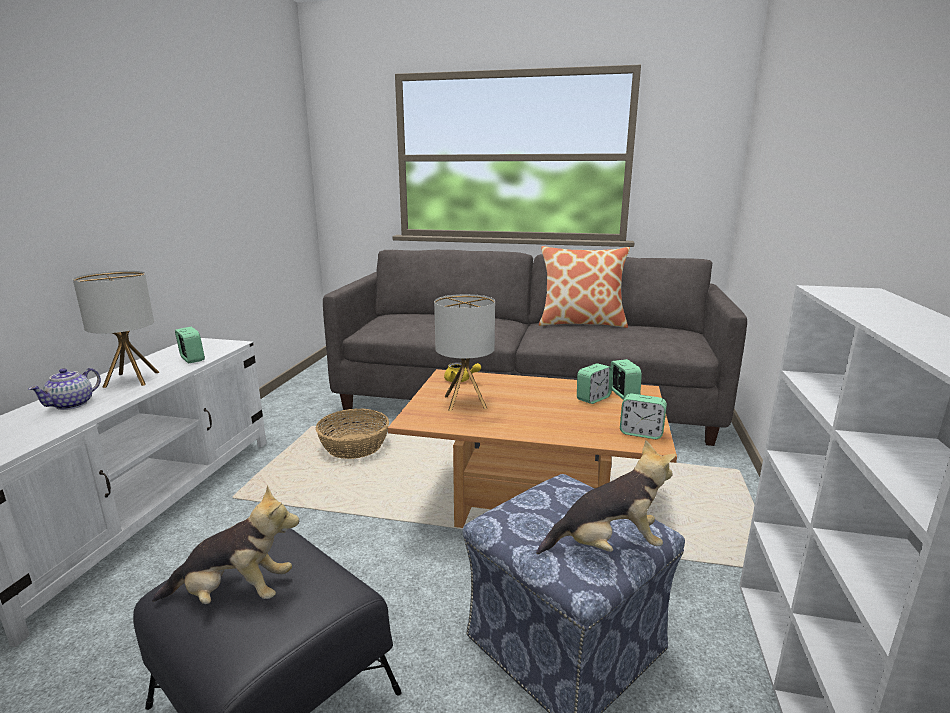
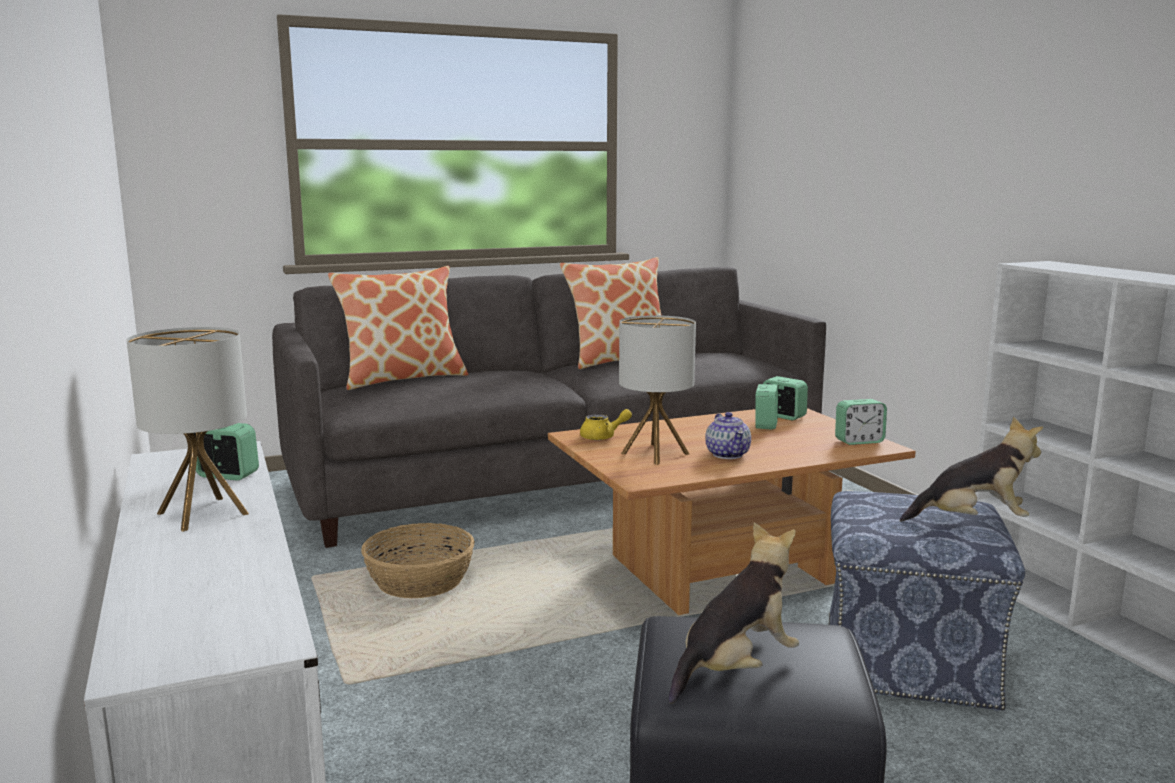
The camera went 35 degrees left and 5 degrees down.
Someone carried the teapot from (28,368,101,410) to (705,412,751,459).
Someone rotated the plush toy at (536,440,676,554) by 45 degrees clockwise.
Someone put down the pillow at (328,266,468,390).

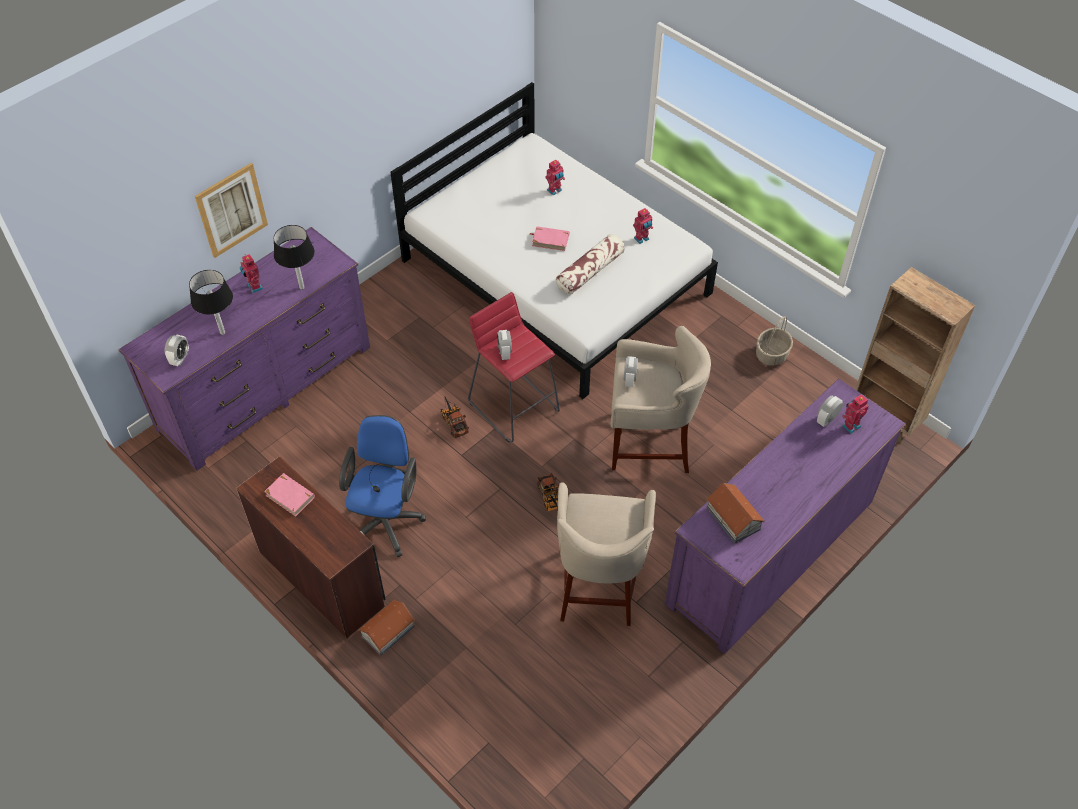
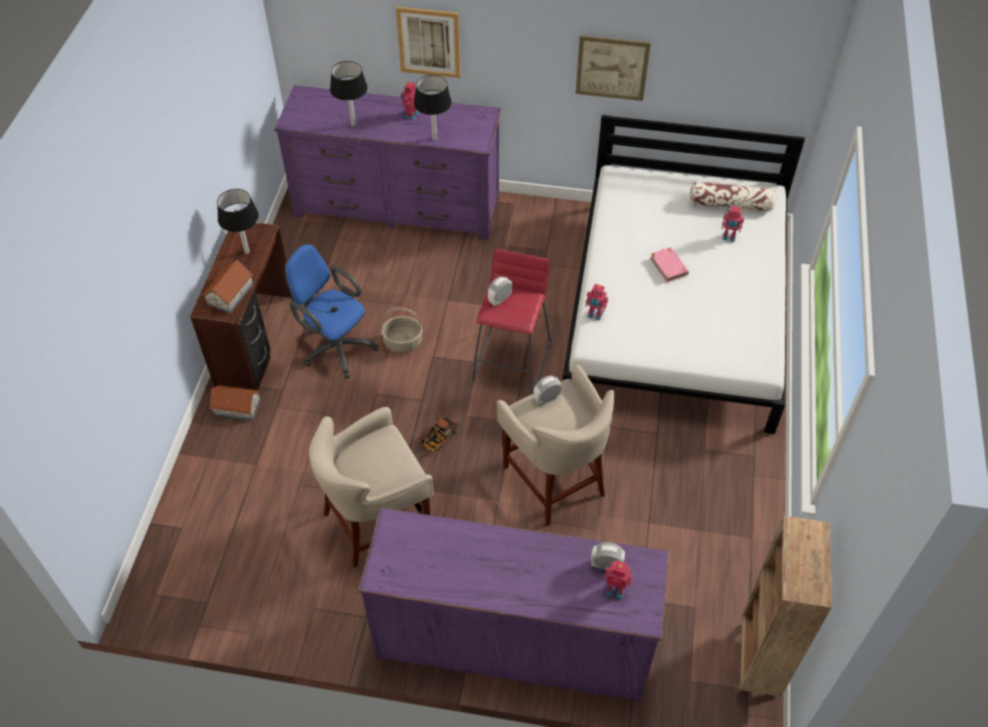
The camera went 55 degrees right and 0 degrees up.
Someone took away the alarm clock at (165,335,189,366).
Someone swapped the pink book at (264,473,315,517) for the black table lamp at (217,189,259,254).
Someone rotated the blue office chair at (339,415,426,557) by 120 degrees counterclockwise.
Someone took away the toy truck at (441,397,469,438).
Someone carried the pillow from (556,234,625,294) to (690,182,776,212).
Someone carried the toy robot from (633,208,653,244) to (585,284,608,321).
Someone carried the toy house from (706,483,765,544) to (202,260,254,313).
Someone carried the basket from (756,317,793,366) to (381,308,423,353).
Someone put up the picture at (576,35,651,101).

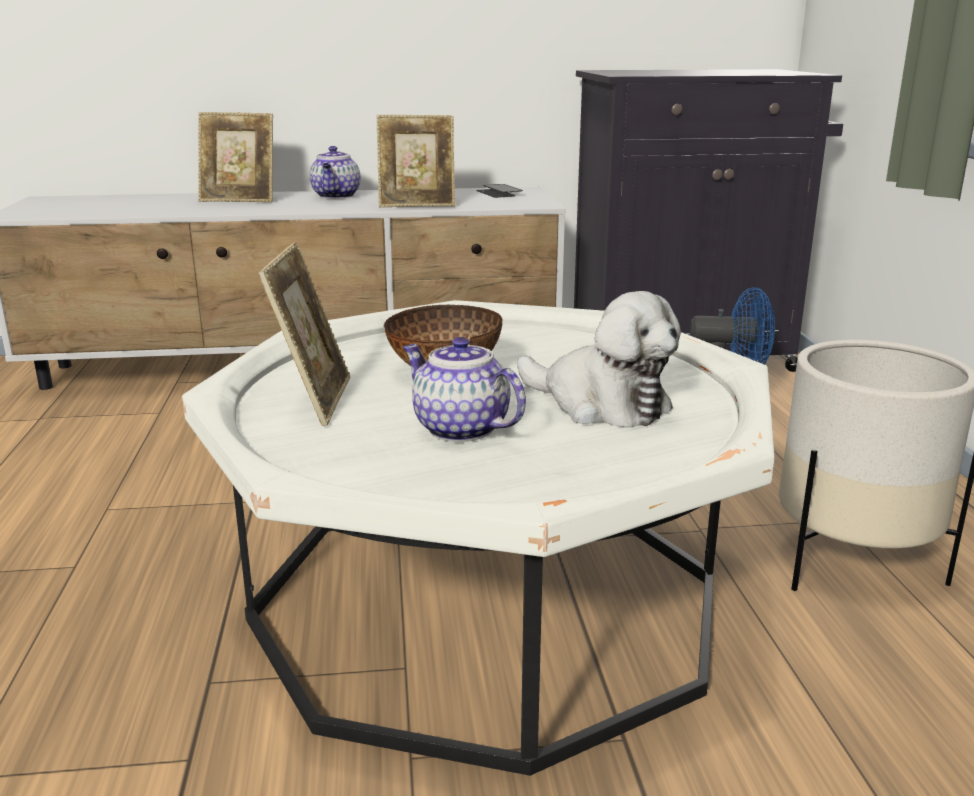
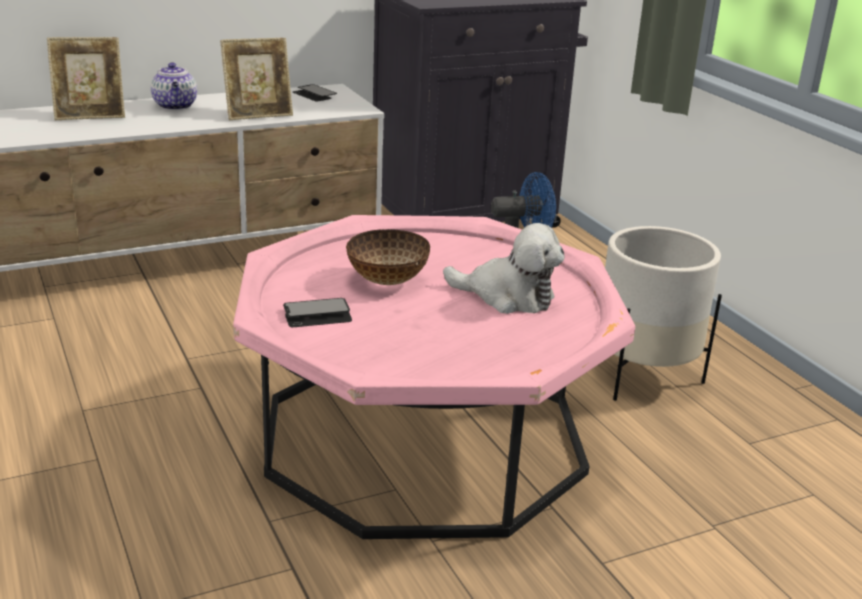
The camera went 20 degrees left and 5 degrees up.
Someone repainted the white coffee table at (182,300,775,776), which became the pink coffee table at (233,215,635,539).
Someone swapped the picture frame at (258,242,350,426) for the phone at (283,298,352,328).
Someone took away the teapot at (403,337,526,442).

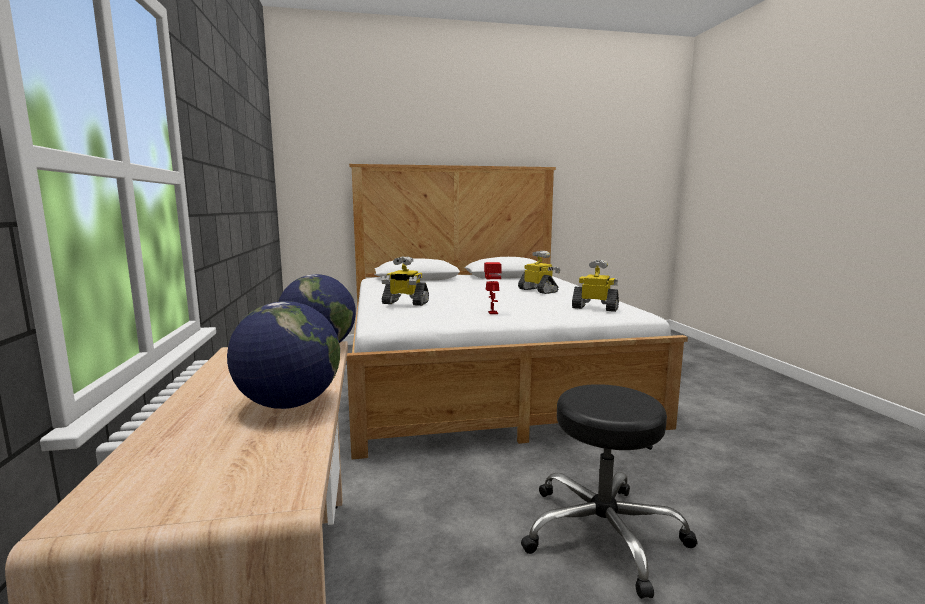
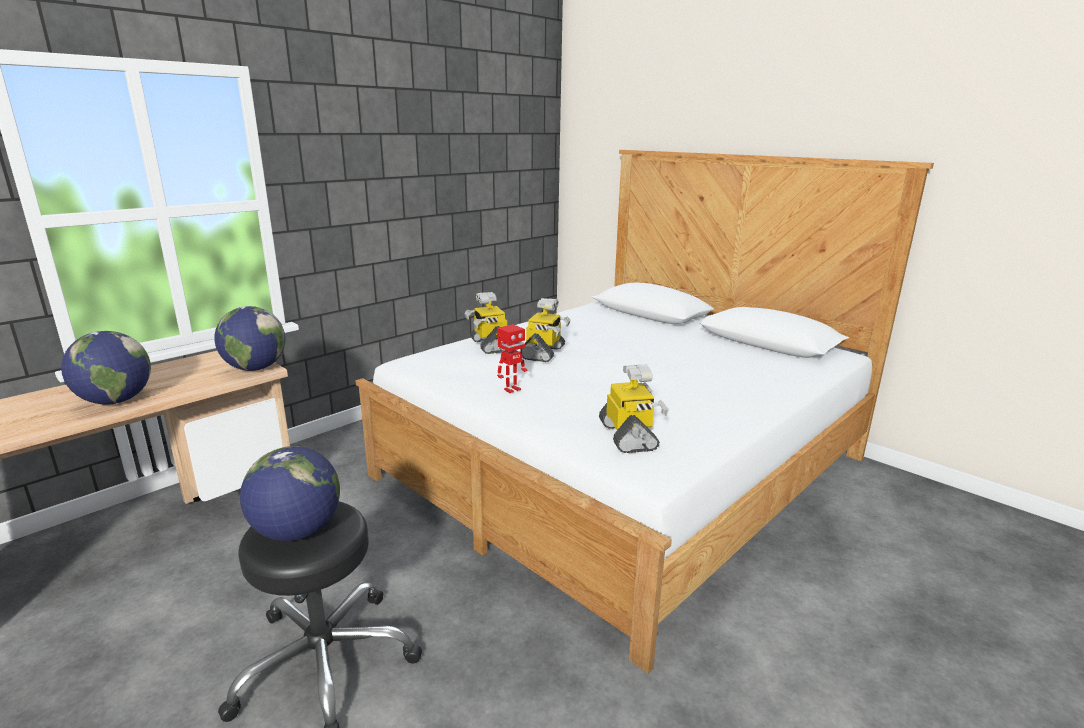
The camera went 55 degrees right and 10 degrees up.
Someone carried the toy robot from (518,251,560,294) to (520,298,570,362).
Someone put down the globe at (240,446,340,541).

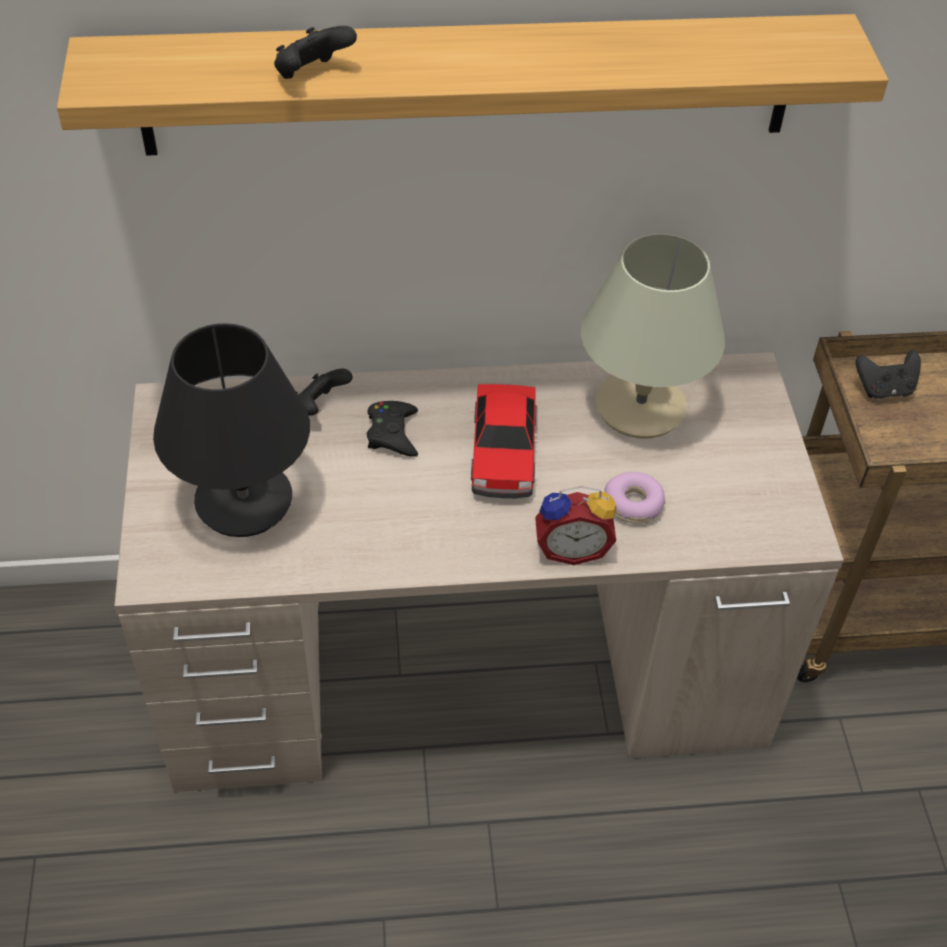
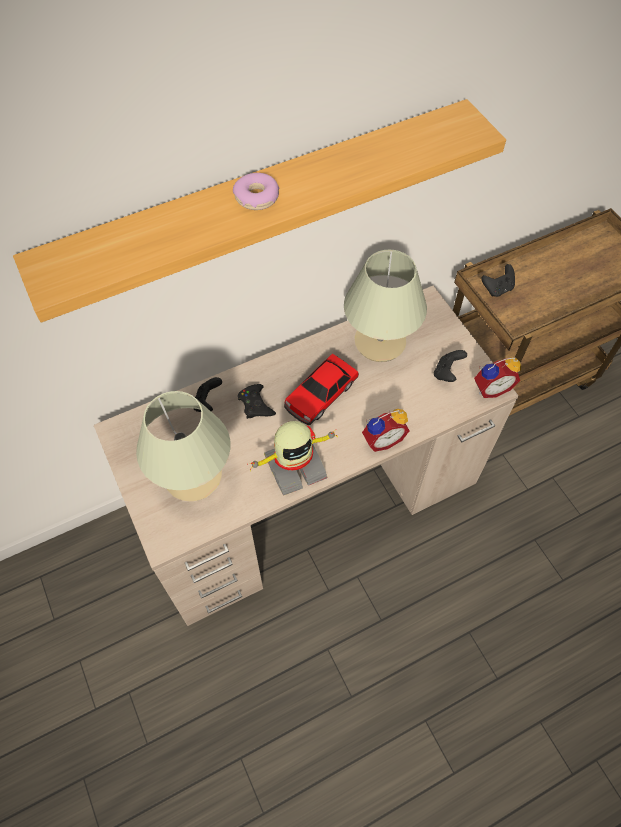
The camera went 20 degrees left and 10 degrees up.
Someone repainted the black table lamp at (153,323,310,537), which became the beige table lamp at (136,391,231,501).
Someone carried the black game controller from (274,26,357,79) to (434,350,467,382).
Someone rotated the toy car at (471,384,536,498) by 60 degrees clockwise.
Someone carried the donut from (604,472,666,524) to (233,173,279,210).
Someone put down the toy robot at (247,421,338,496).
Someone put down the alarm clock at (474,357,521,398).

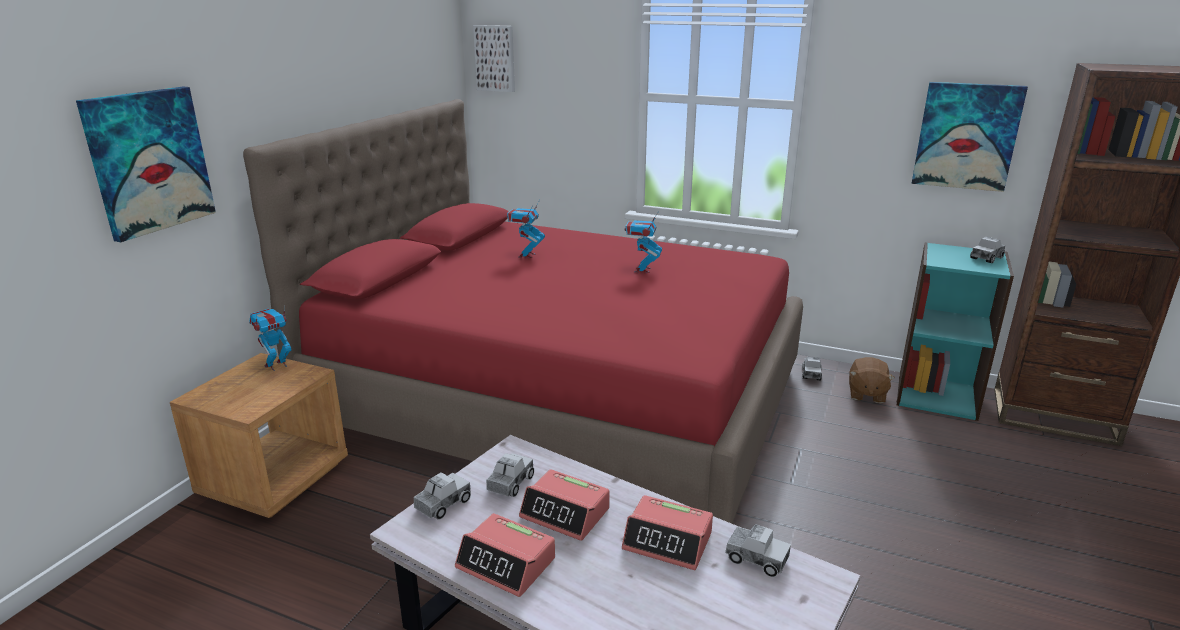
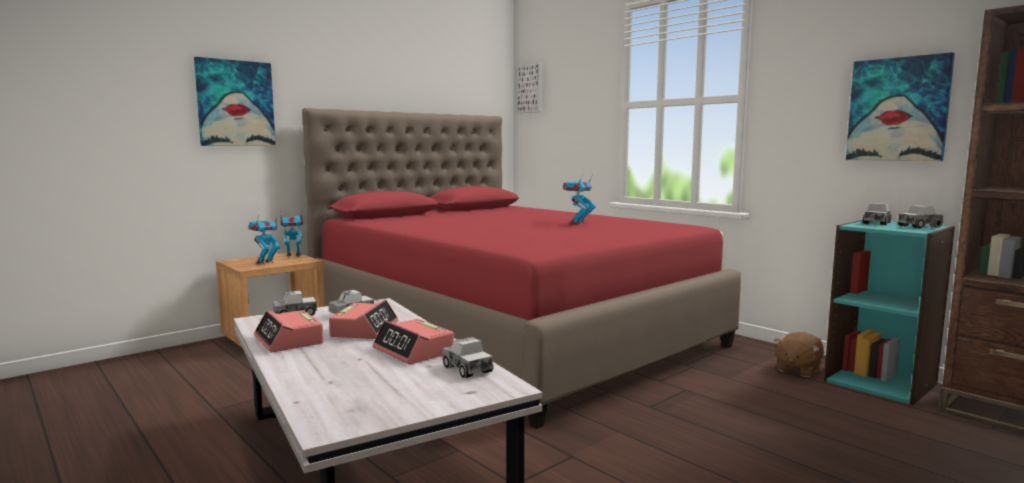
The camera went 25 degrees right and 15 degrees down.
Someone carried the toy robot from (507,200,545,258) to (248,213,280,264).
Someone rotated the alarm clock at (519,469,610,541) by 135 degrees counterclockwise.
Someone carried the toy truck from (802,357,822,380) to (862,203,892,225).

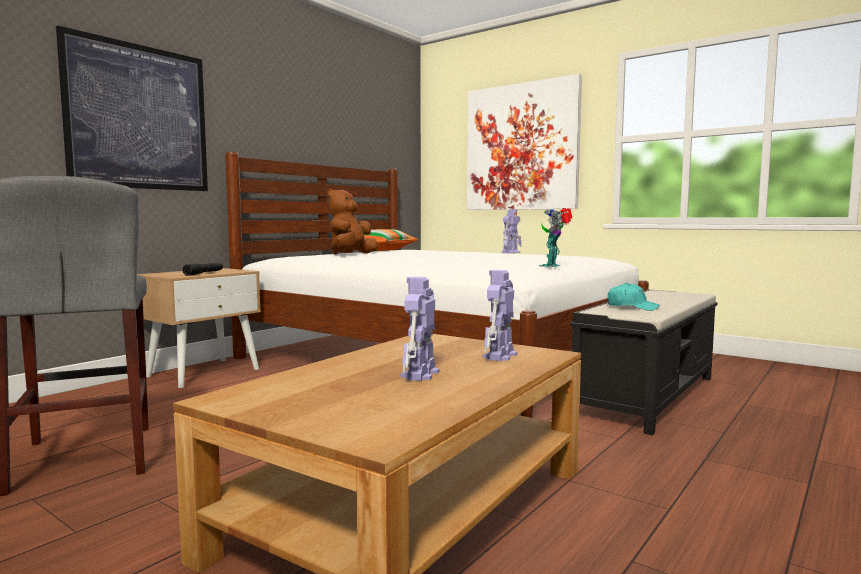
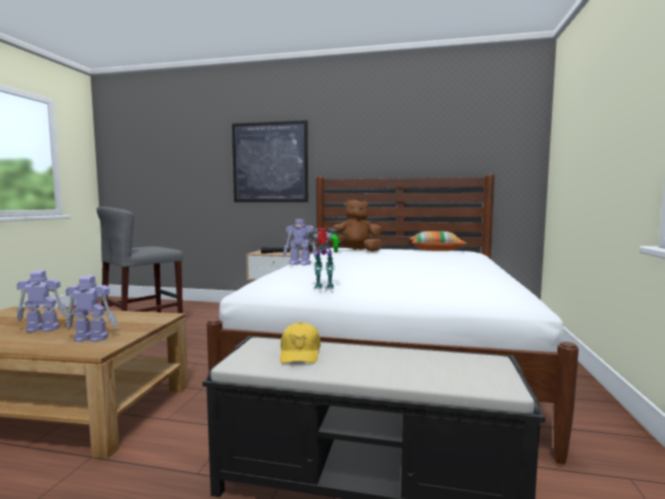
The camera went 65 degrees right and 0 degrees up.
Someone took away the picture at (467,74,582,210).
Someone carried the toy robot from (502,210,521,253) to (283,219,316,265).
Someone repainted the turquoise cap at (608,283,660,311), which became the yellow cap at (280,322,321,363).

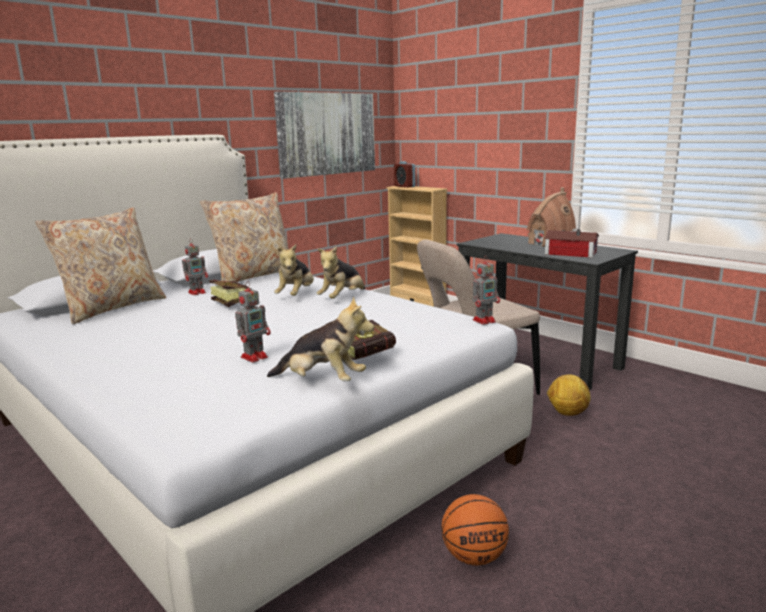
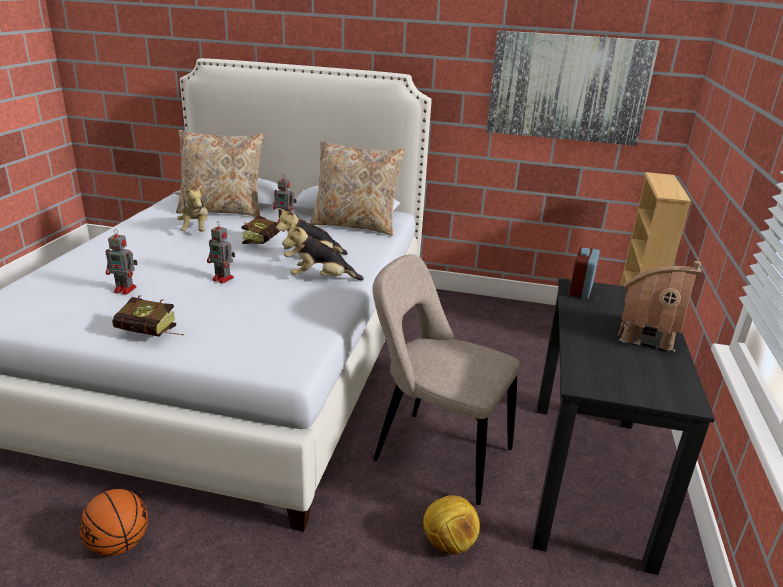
The camera went 55 degrees right and 10 degrees up.
Someone carried the plush toy from (267,297,374,382) to (177,185,208,231).
Someone carried the alarm clock from (394,161,415,188) to (569,247,600,299).
Someone carried the toy robot from (472,256,500,325) to (207,221,235,284).
Someone took away the toy house at (544,229,599,258).

